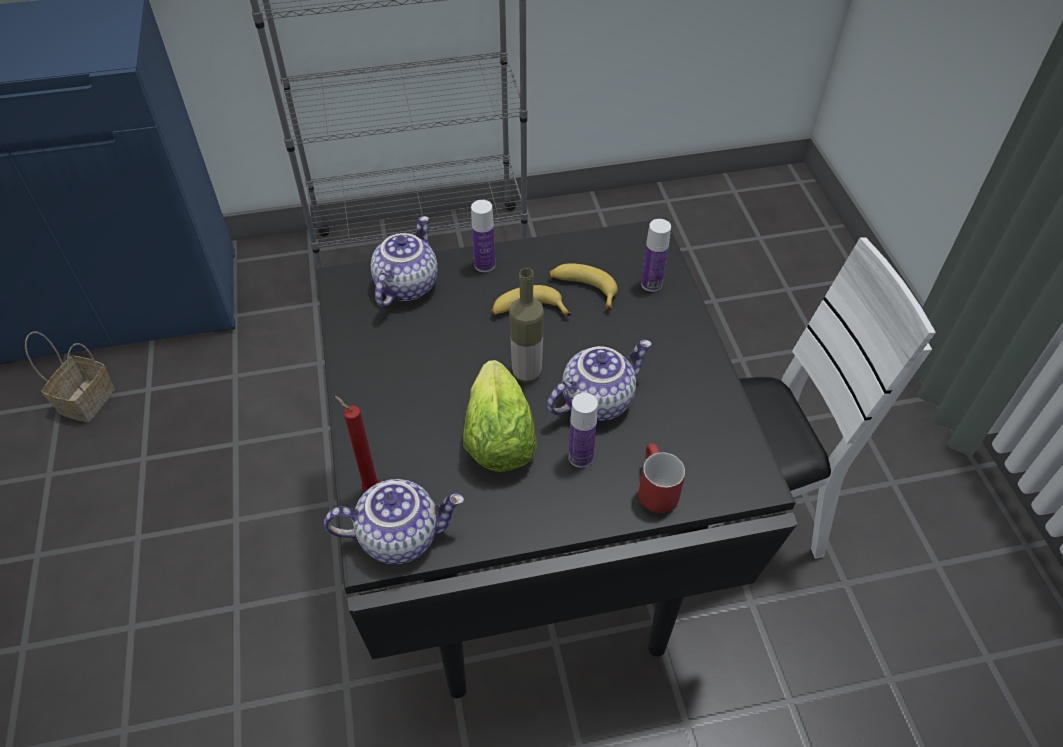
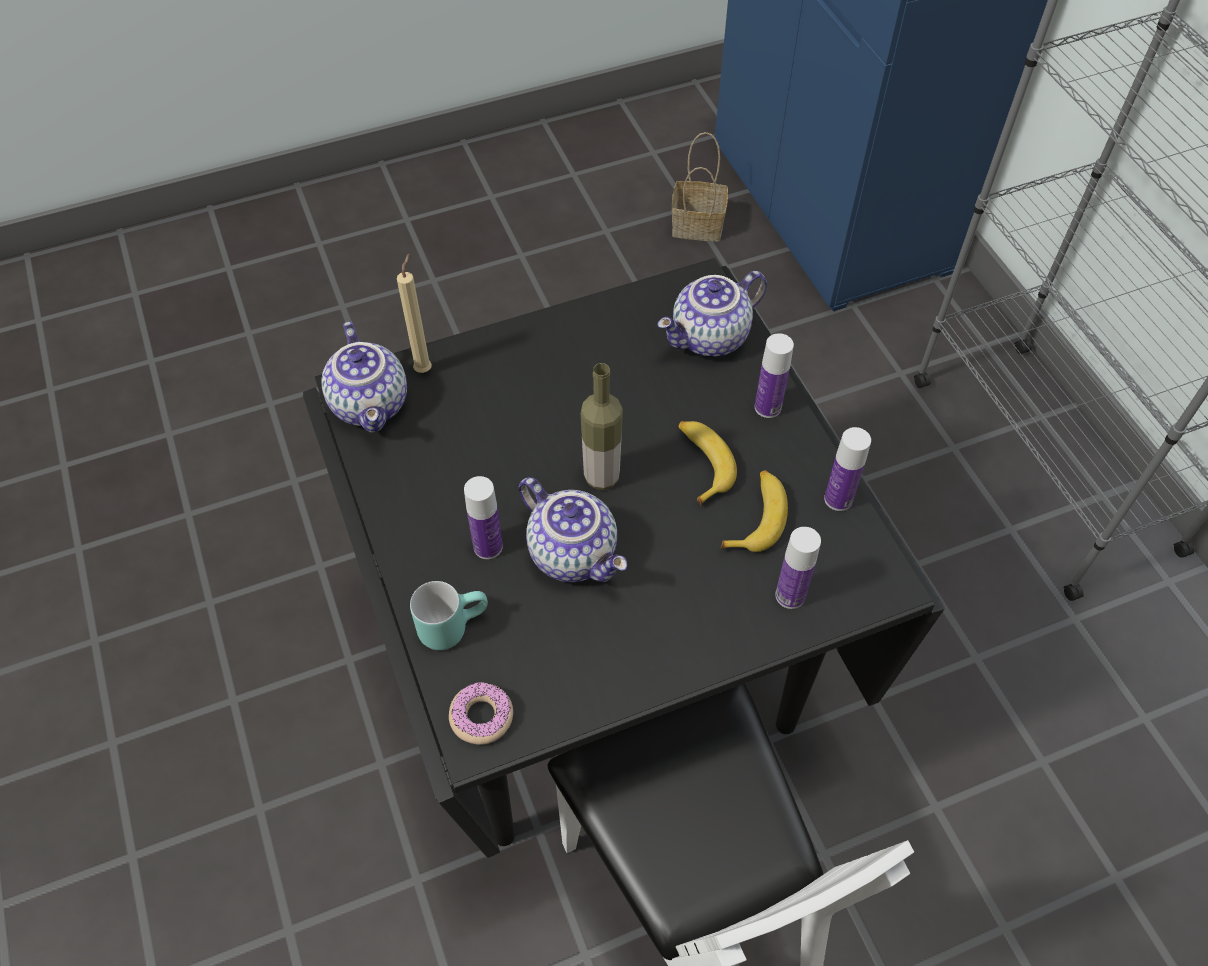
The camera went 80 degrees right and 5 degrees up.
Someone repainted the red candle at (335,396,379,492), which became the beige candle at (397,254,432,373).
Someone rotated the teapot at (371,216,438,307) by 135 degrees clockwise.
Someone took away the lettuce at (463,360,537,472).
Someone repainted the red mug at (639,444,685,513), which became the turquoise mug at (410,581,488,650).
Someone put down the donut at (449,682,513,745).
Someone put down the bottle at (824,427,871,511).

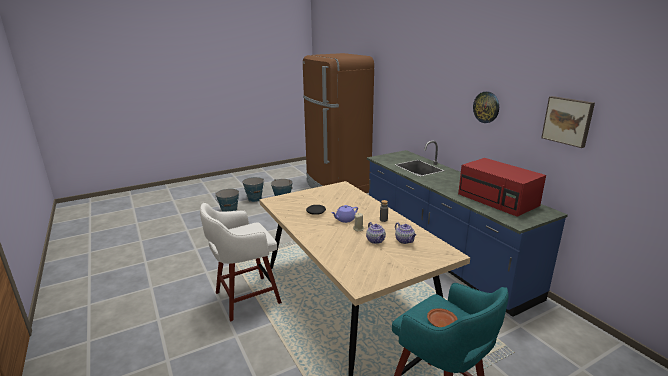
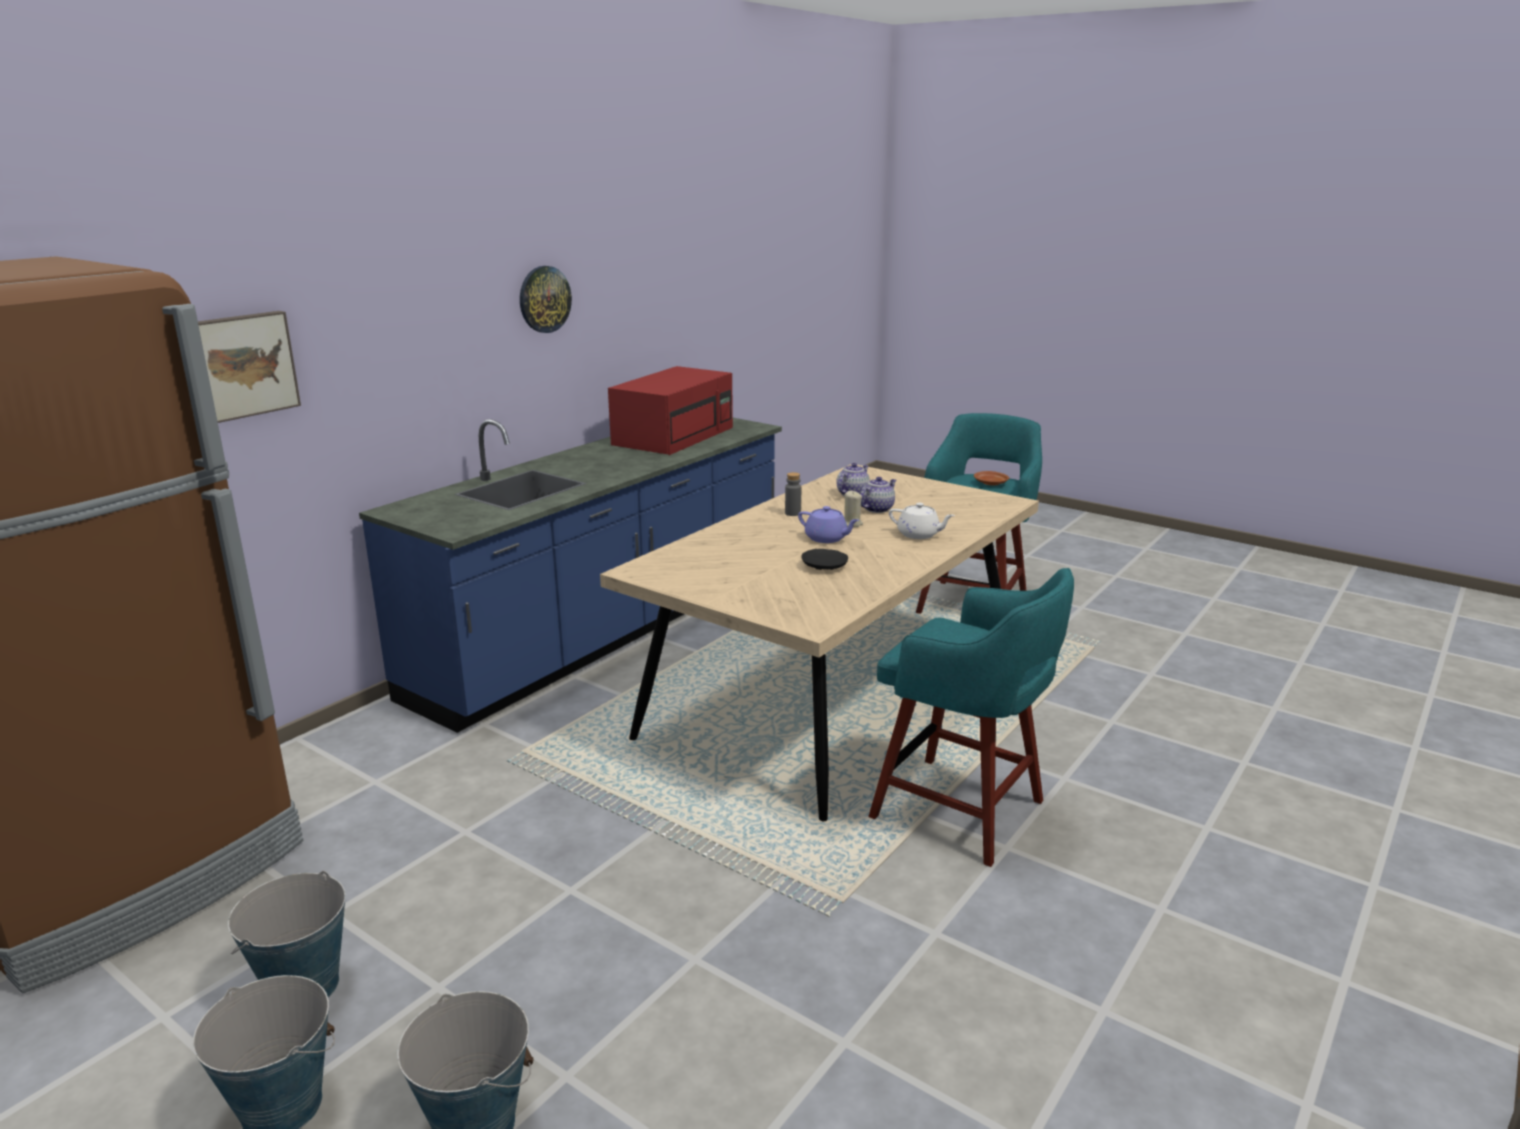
The camera went 115 degrees left and 0 degrees up.
Someone repainted the white stool at (200,203,282,322), which became the turquoise stool at (868,568,1074,867).
Someone carried the picture from (541,96,595,148) to (198,311,301,423).
Someone put down the white teapot at (889,503,955,539).

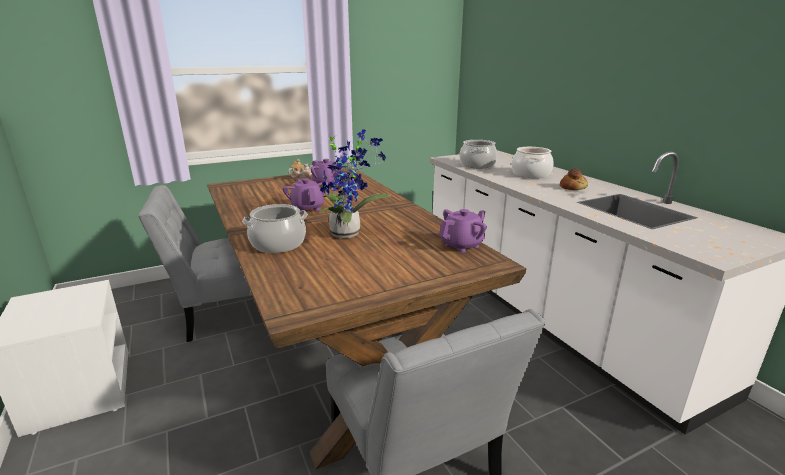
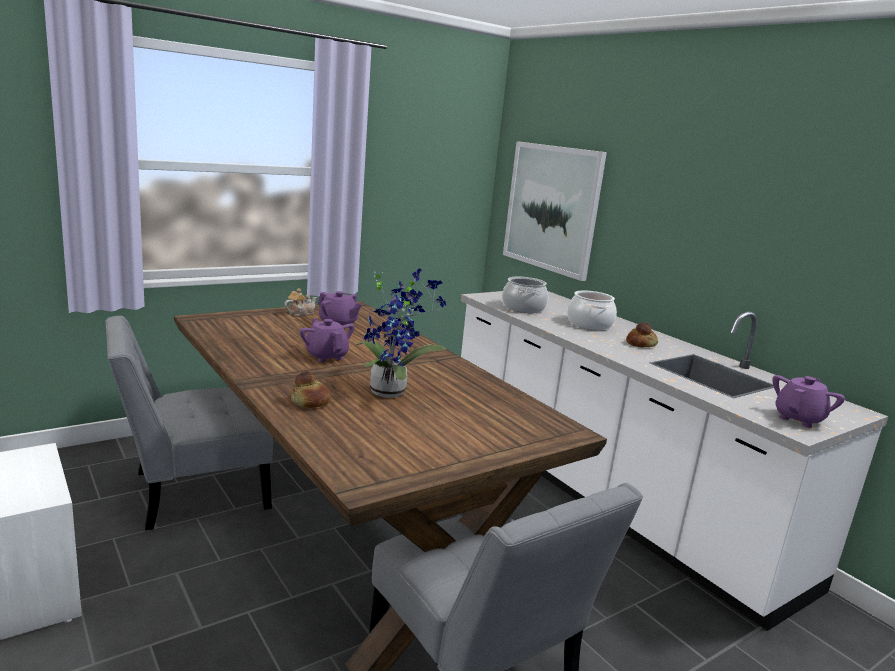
The camera went 10 degrees left and 5 degrees down.
Someone swapped the cooking pot at (242,204,308,253) for the bread at (291,371,331,408).
Someone carried the purple teapot from (439,209,487,253) to (772,375,845,428).
Someone put up the picture at (503,141,607,281).

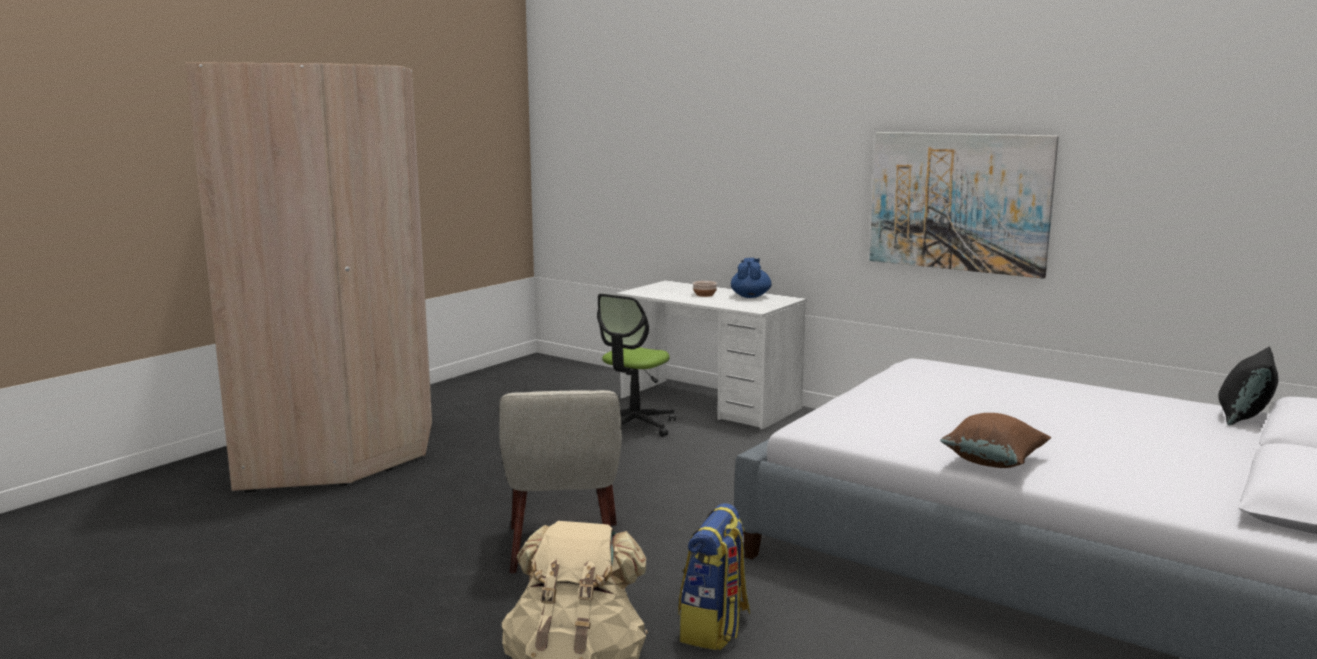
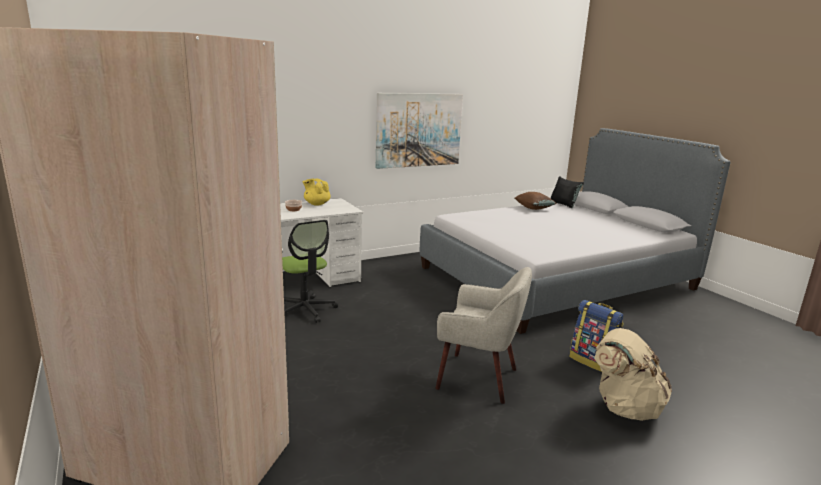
The camera went 65 degrees left and 5 degrees up.
Someone repainted the blue teapot at (731,258,771,298), which became the yellow teapot at (303,179,331,205).
Someone carried the brown pillow from (940,413,1051,468) to (515,192,557,210).

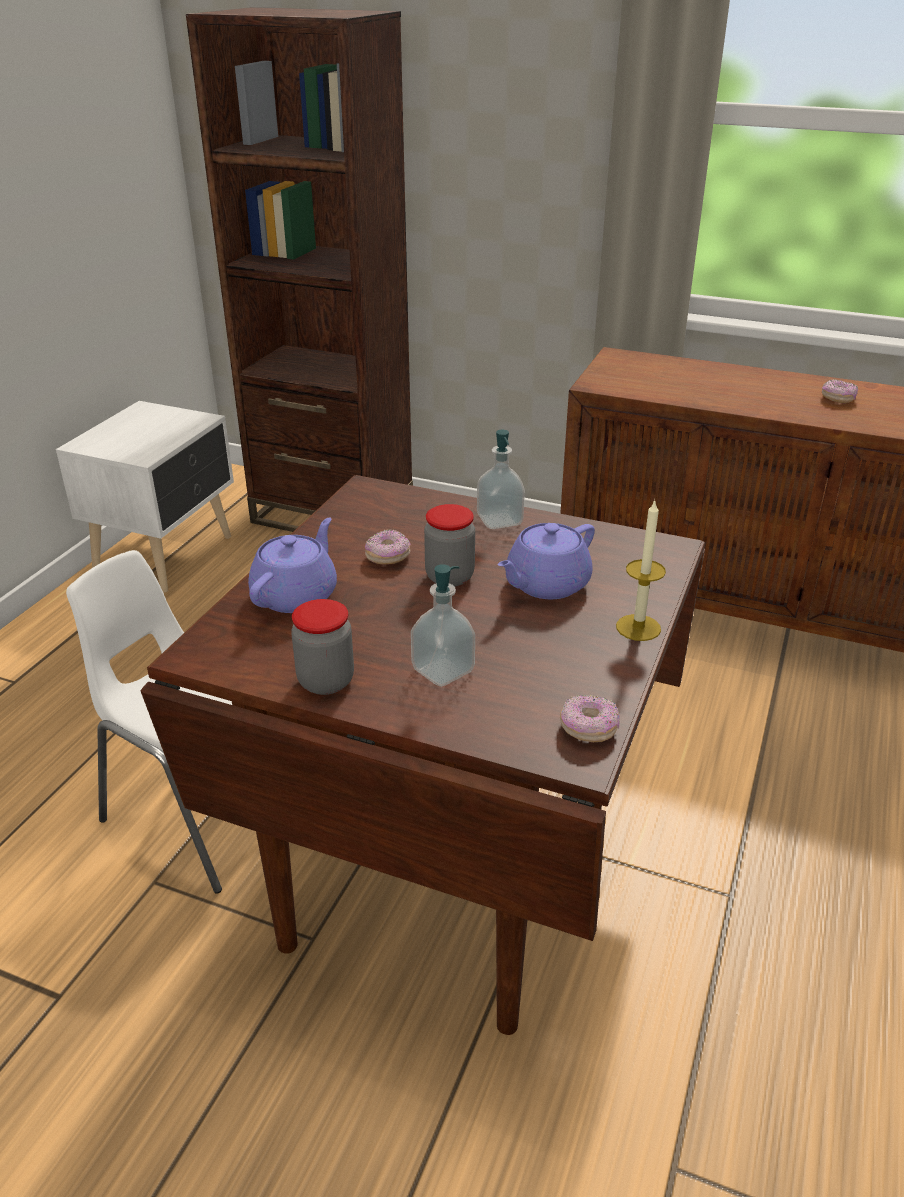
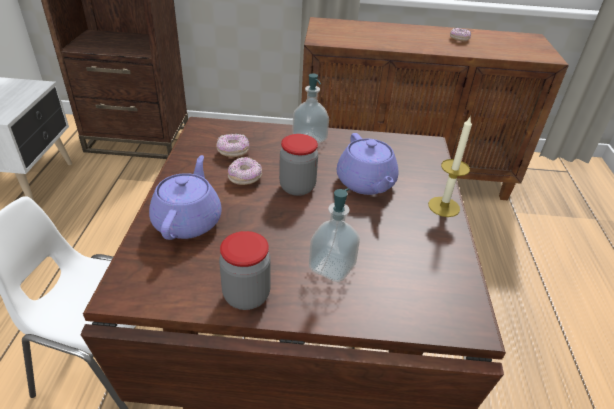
The camera went 20 degrees left and 5 degrees up.
Someone rotated the purple teapot at (498,523,595,599) by 45 degrees counterclockwise.
Someone carried the donut from (560,695,620,742) to (216,134,250,157).

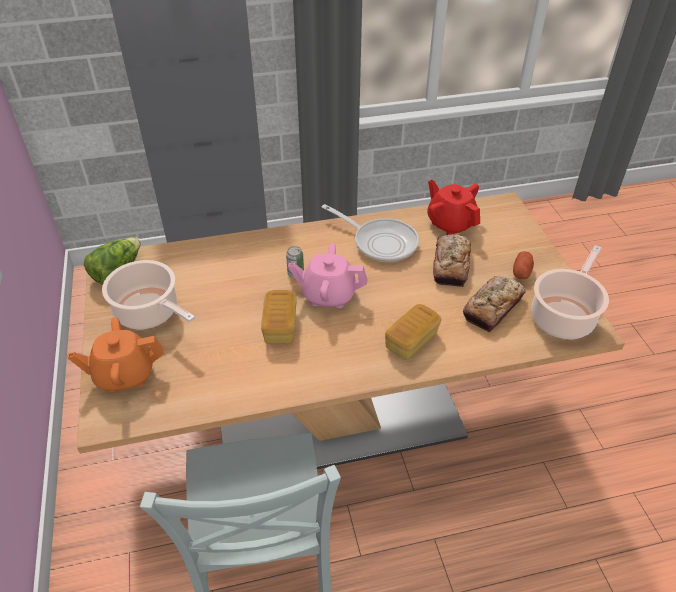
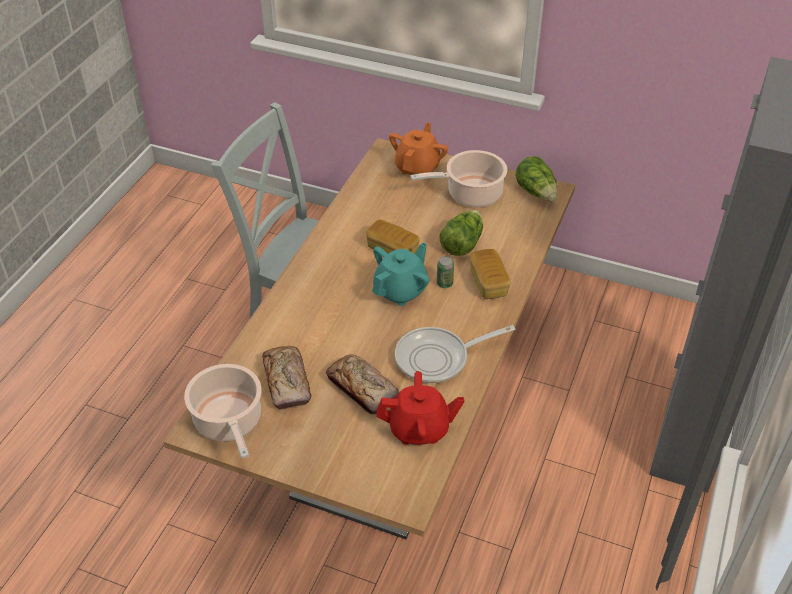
The camera went 125 degrees right and 0 degrees up.
Someone repainted the pink teapot at (288,243,368,308), which became the turquoise teapot at (372,242,429,306).
Someone carried the bread from (385,304,441,360) to (470,249,511,299).
Someone took away the potato at (513,251,534,279).
Someone put down the lettuce at (440,210,483,256).

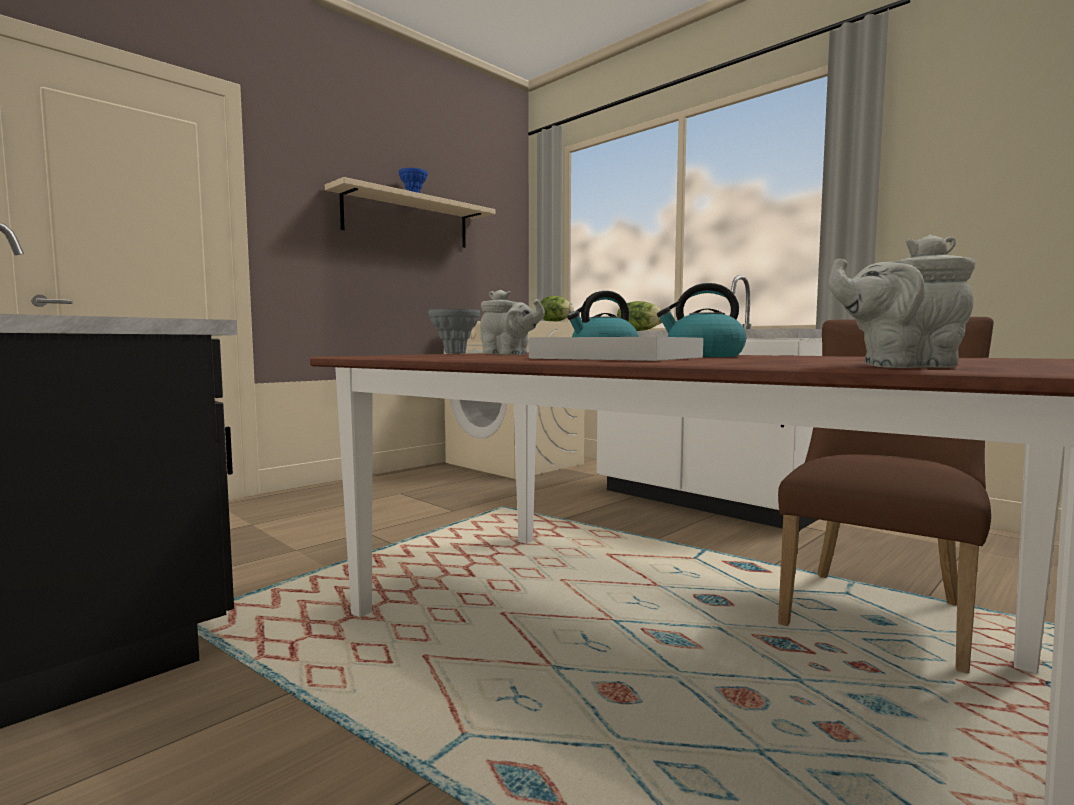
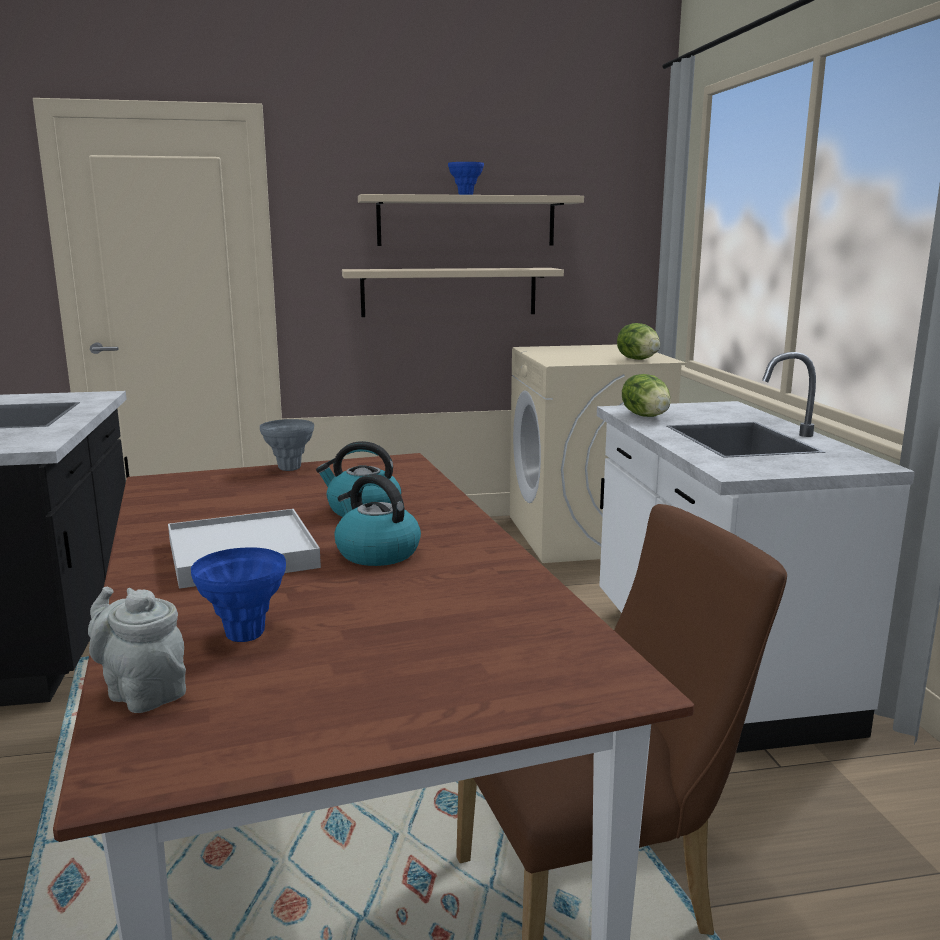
The camera went 35 degrees right and 10 degrees up.
Someone took away the grey teapot at (480,290,545,355).
Someone put down the blue vase at (191,547,286,642).
Someone put up the beige shelf at (342,268,564,317).

